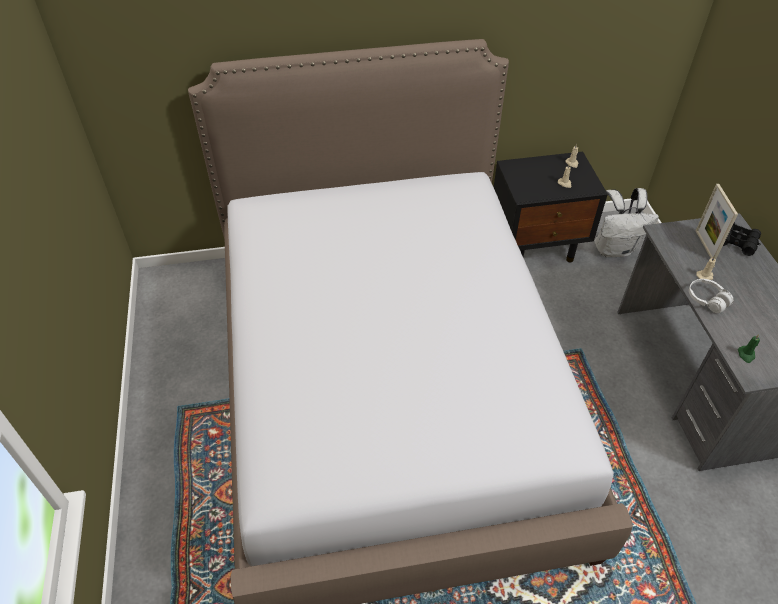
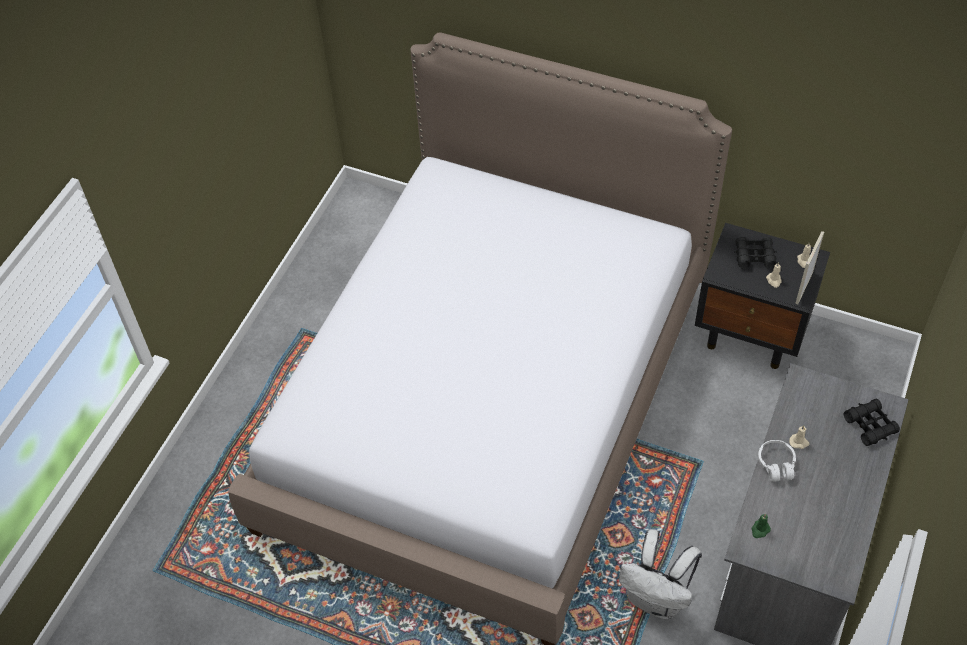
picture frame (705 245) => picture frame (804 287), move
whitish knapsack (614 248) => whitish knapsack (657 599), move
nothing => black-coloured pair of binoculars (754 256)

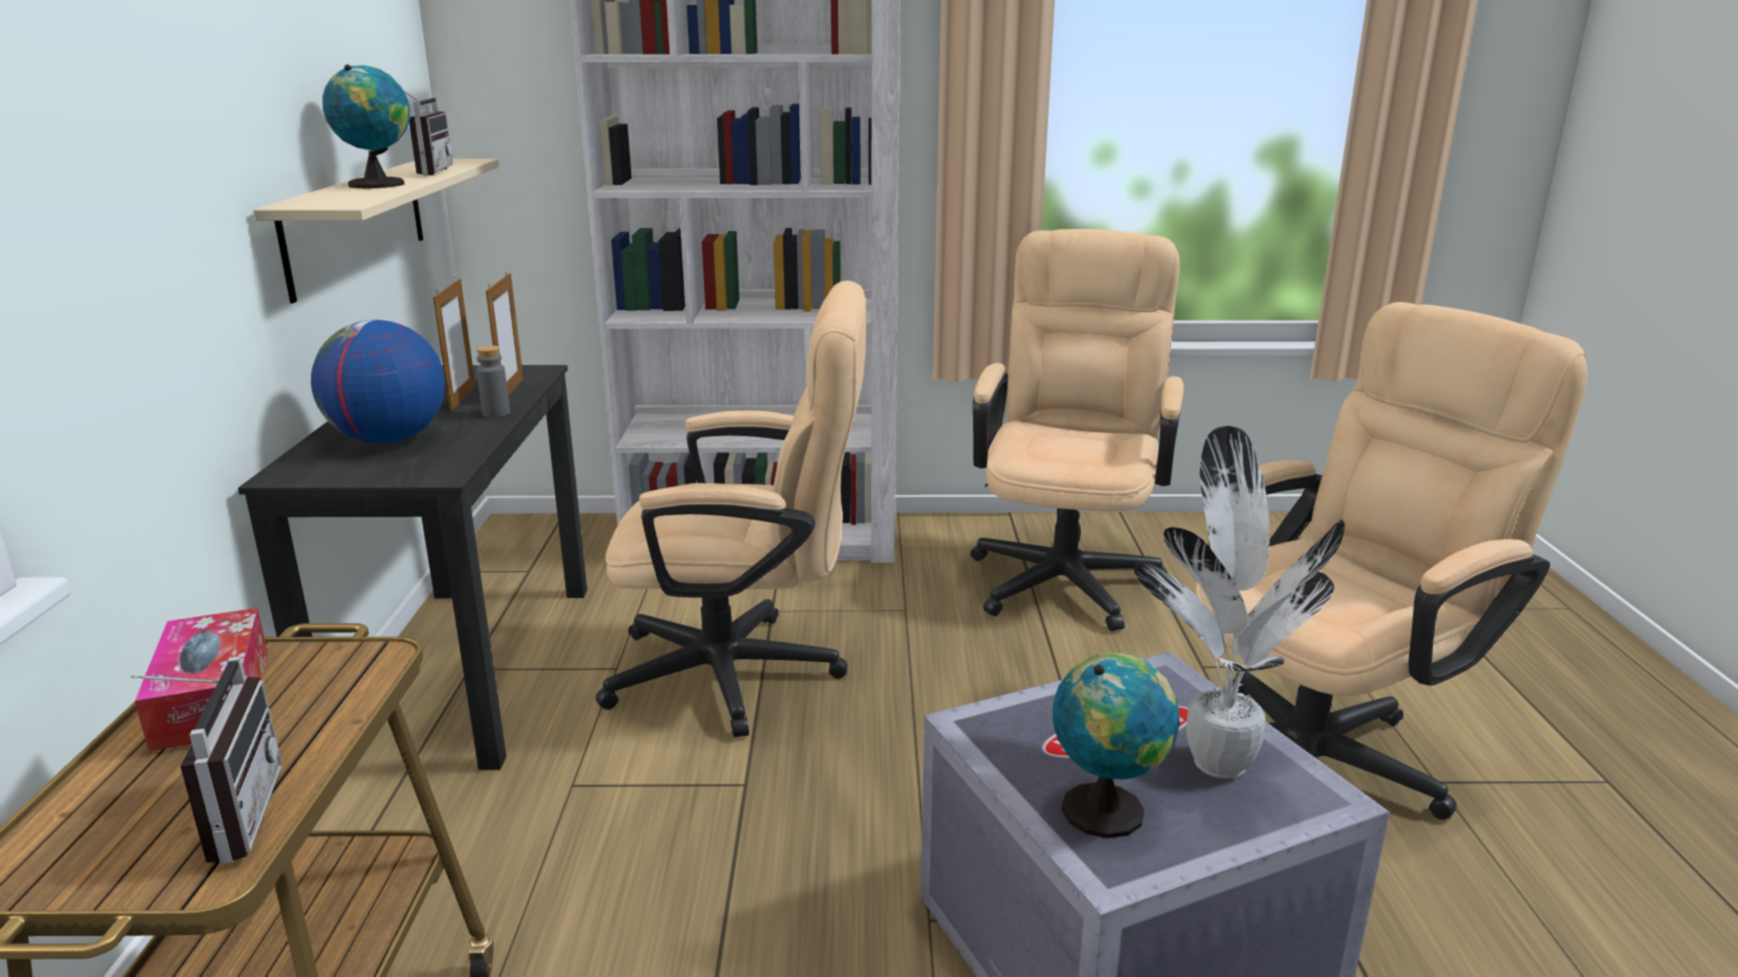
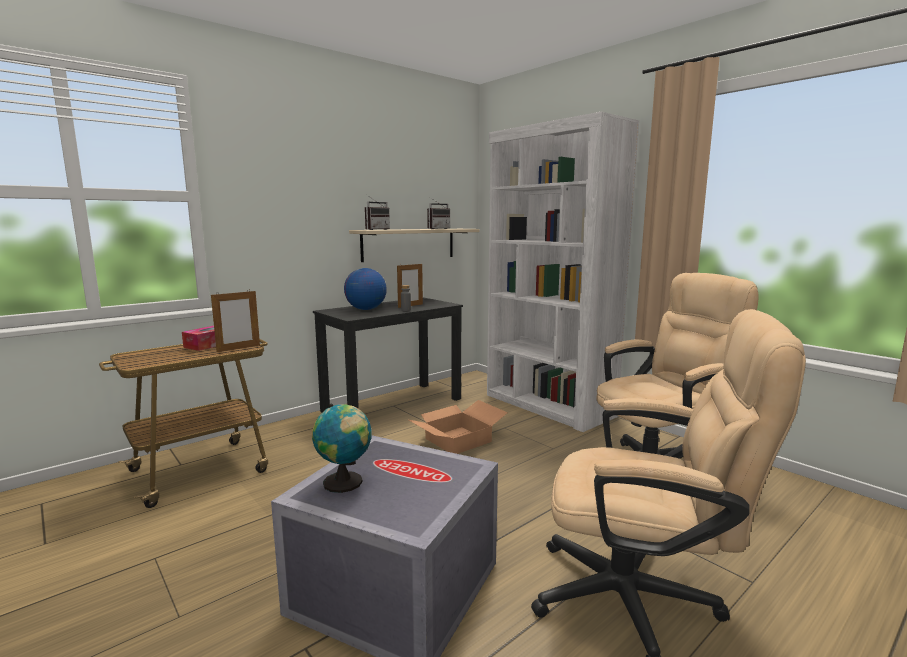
desk globe (379 184) => nothing
picture frame (511 390) => picture frame (238 348), move
sand-coloured computer chair (747 674) => cardboard box (458 441)
houseplant (1218 760) => nothing
radio (226 817) => radio (375 229), move

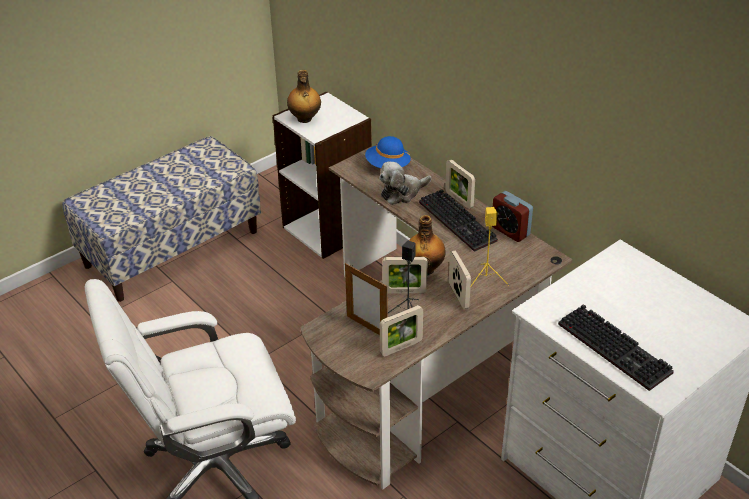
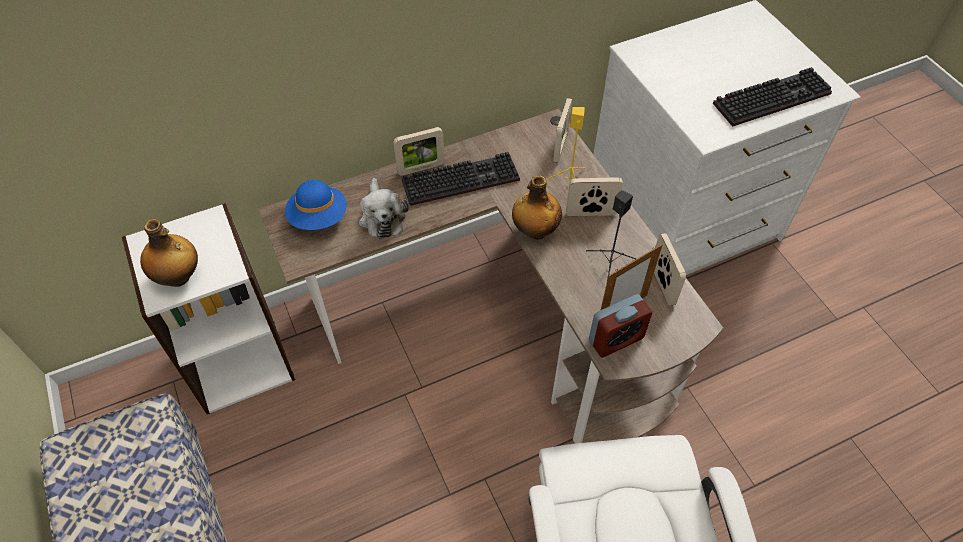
bedside clock (510 231) => bedside clock (616 339), move
picture frame (404 291) => picture frame (560 147), move

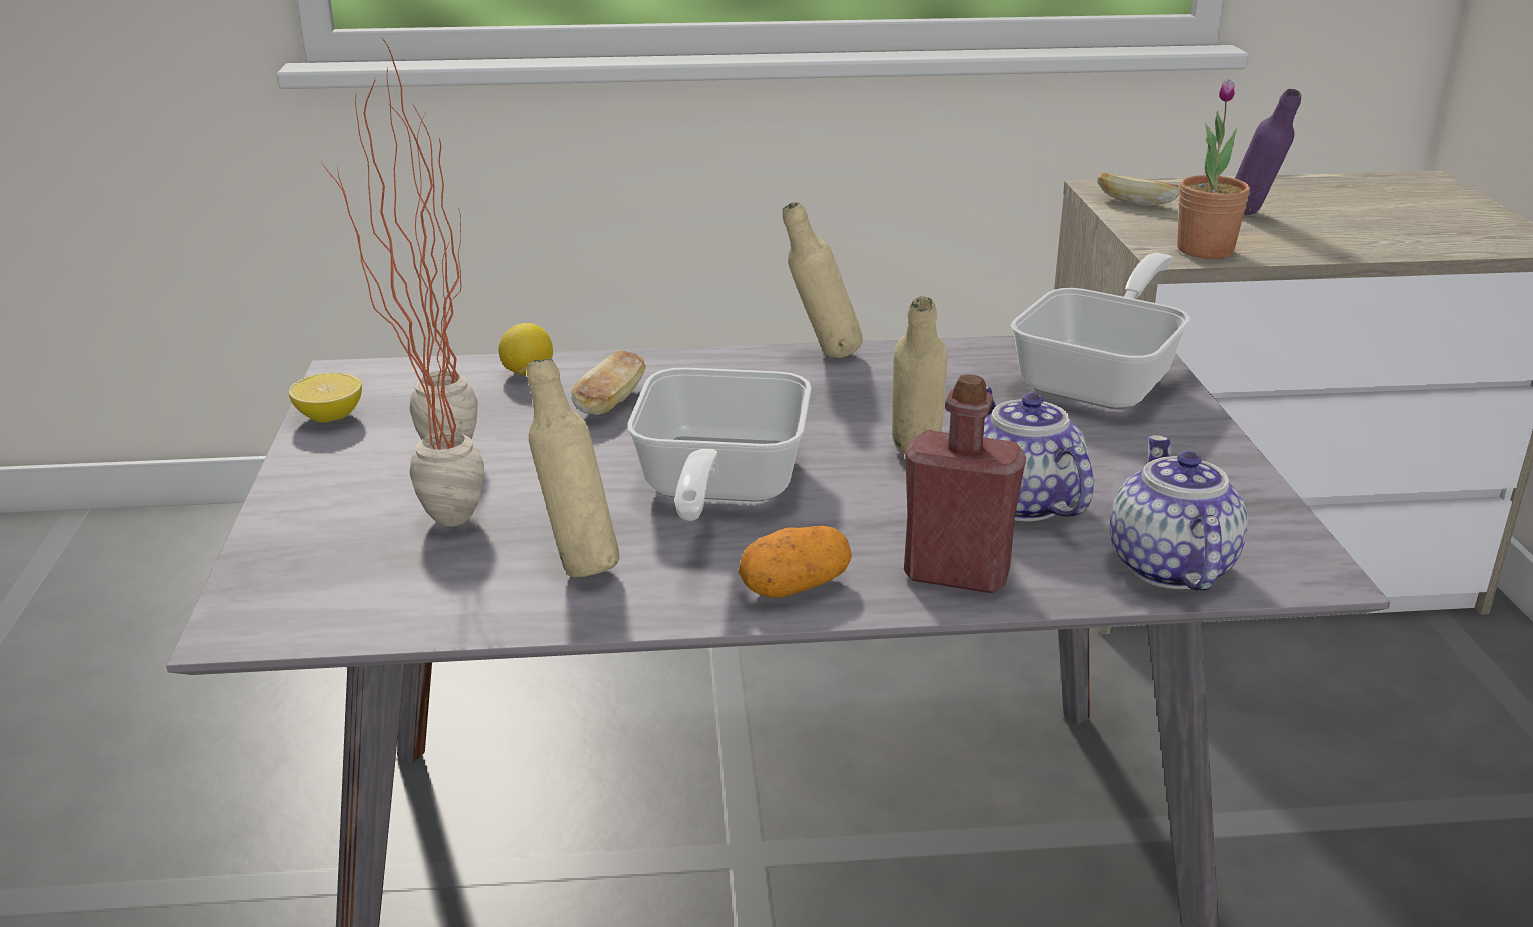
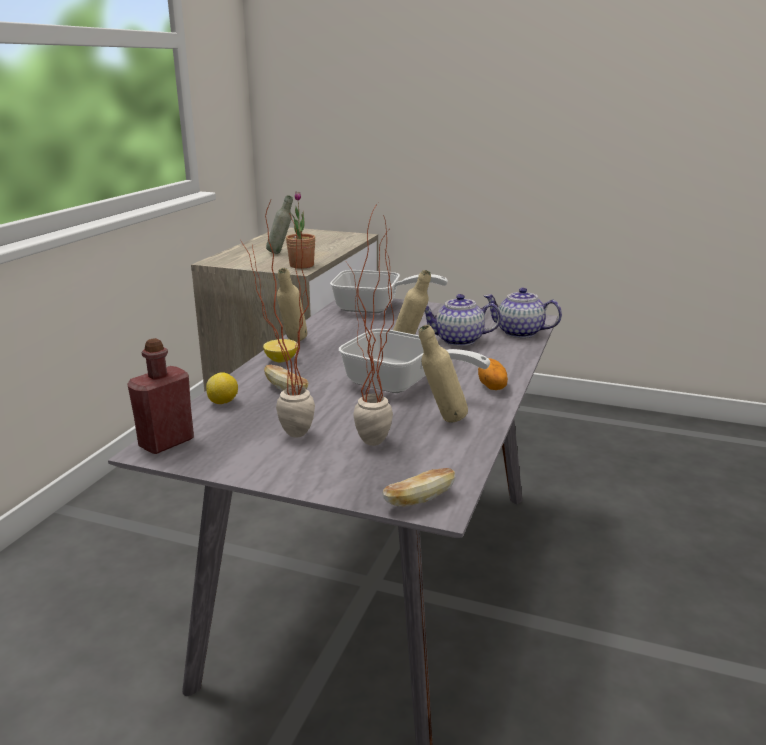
purplish beverage bottle (1253 216) => greyish beverage bottle (281 253)
bakery bread (1136 203) => bakery bread (419 500), move
pan (1104 378) => pan (375 308), 135 degrees clockwise
whole lemon (330 417) => whole lemon (281 360), move
red beverage bottle (956 574) => red beverage bottle (166 442), move

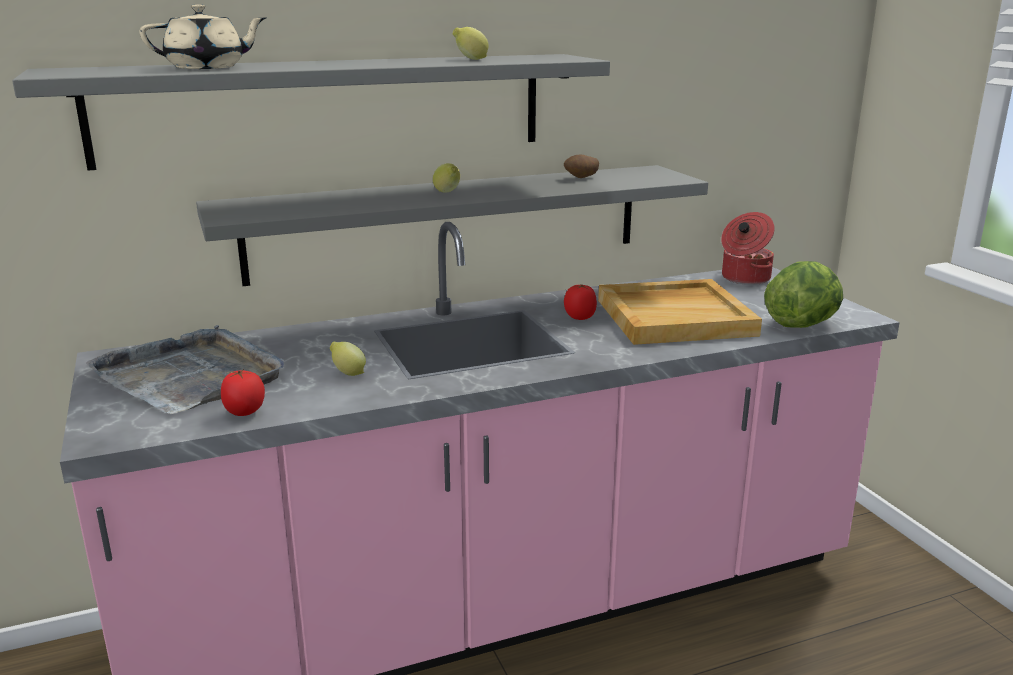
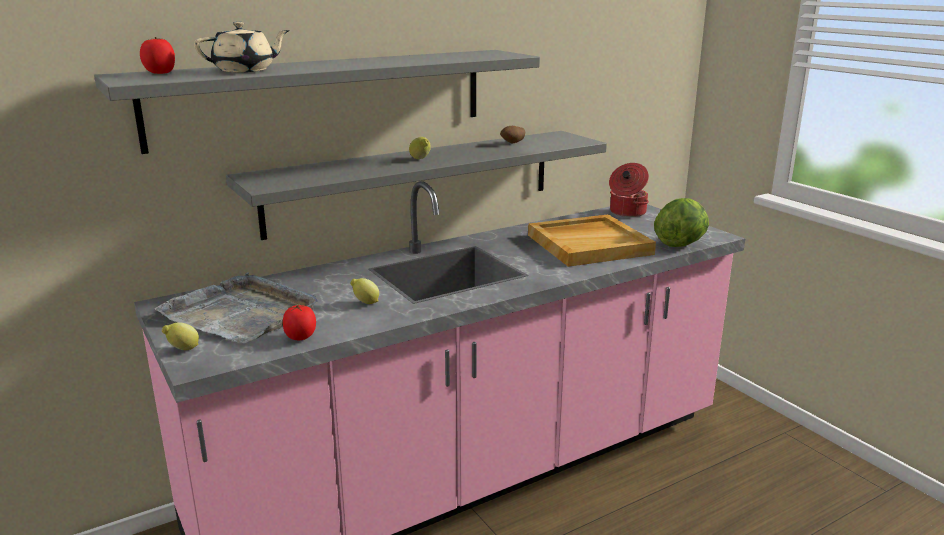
whole lemon (470 59) => whole lemon (182 349), move
fresh tomato (580 317) => fresh tomato (160 73), move

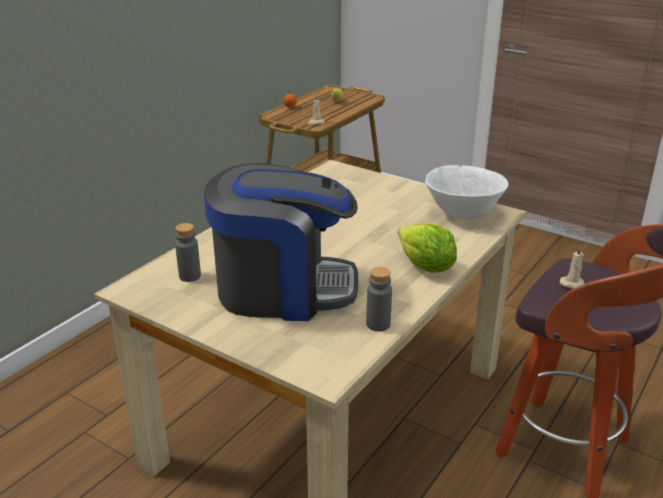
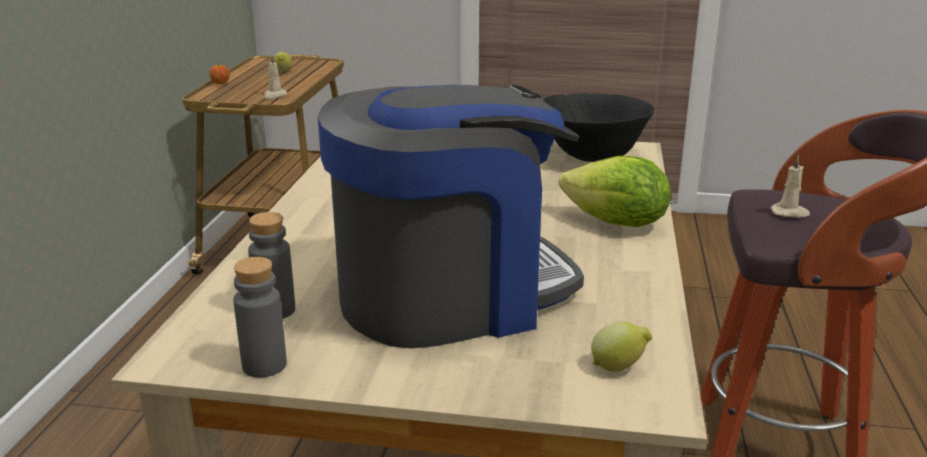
whitish deep dish (463 214) => black-coloured deep dish (592 158)
greyish beverage bottle (378 324) => greyish beverage bottle (264 365), move
nothing => whole lemon (618 368)

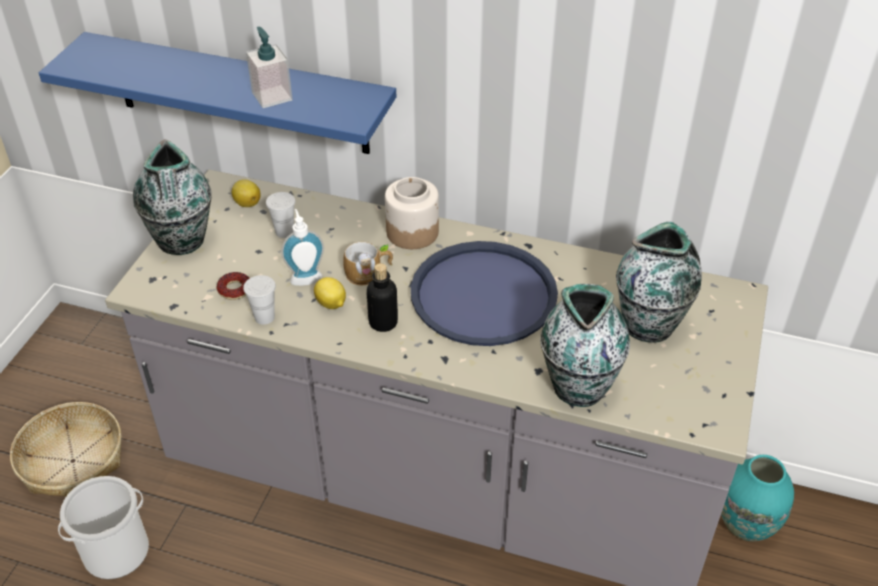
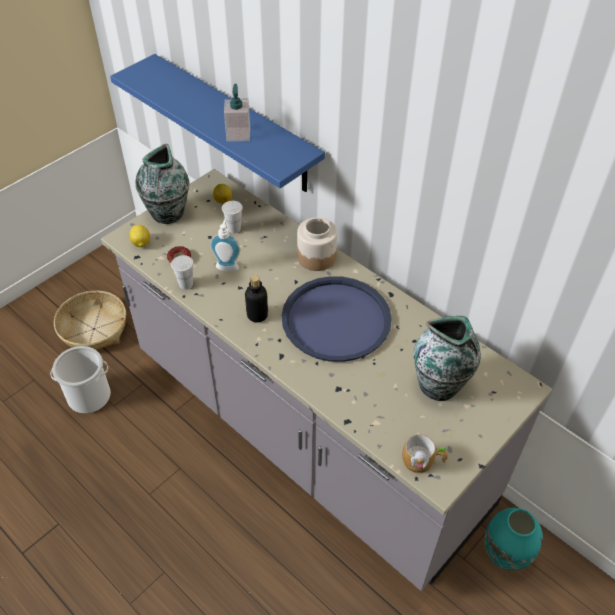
coffee mug (369 273) => coffee mug (423 461), move
whole lemon (331 304) => whole lemon (141 243), move
decorative vase (579 385) => nothing

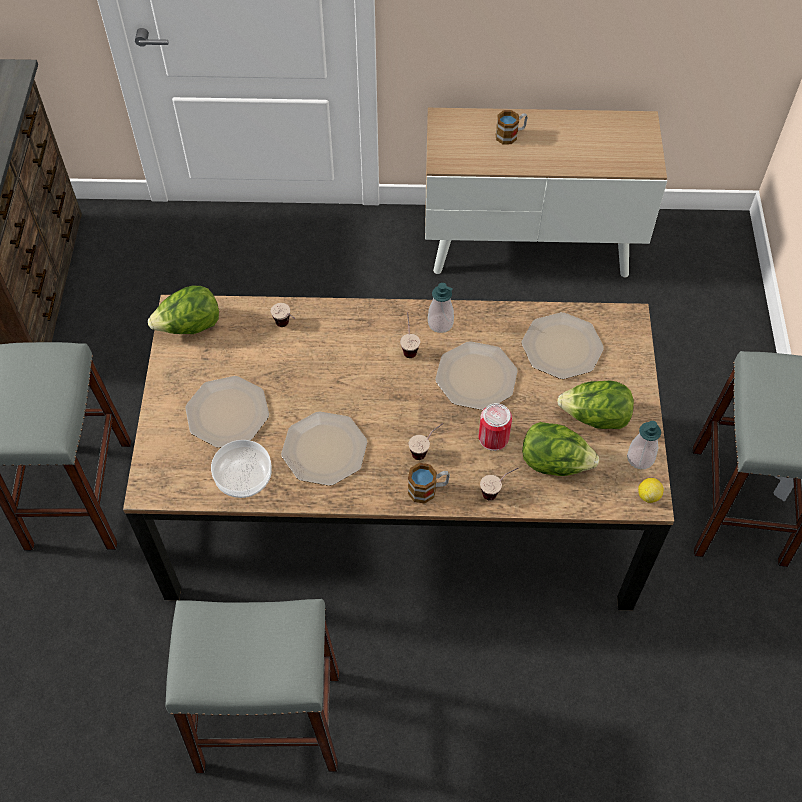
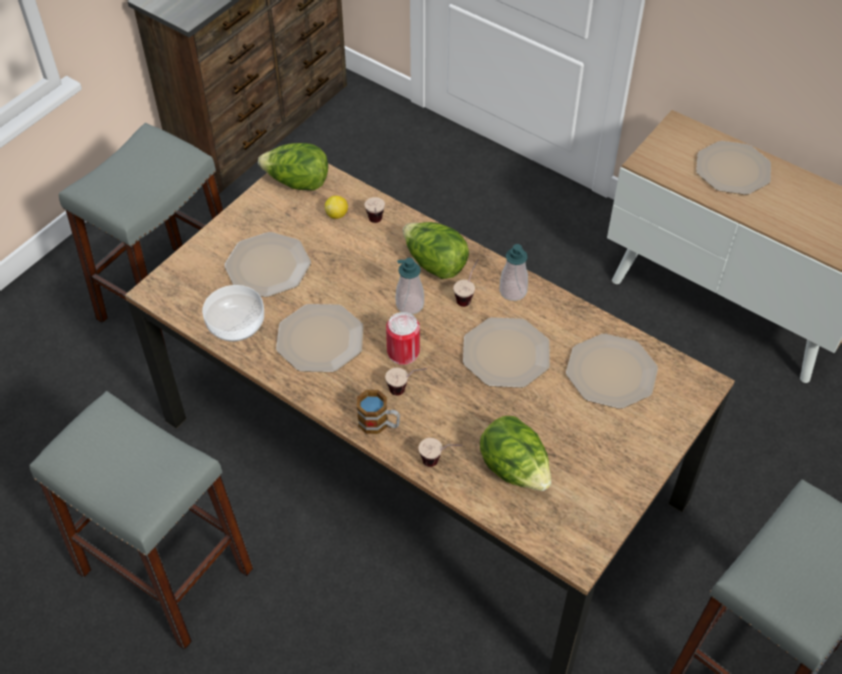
coffee mug (510 135) => flat dish (733 169)
head of lettuce (594 418) => head of lettuce (434 264), move
can (493 438) => can (403 352), move
soap bottle (640 458) => soap bottle (409 304), move
whole lemon (648 495) => whole lemon (337 214), move

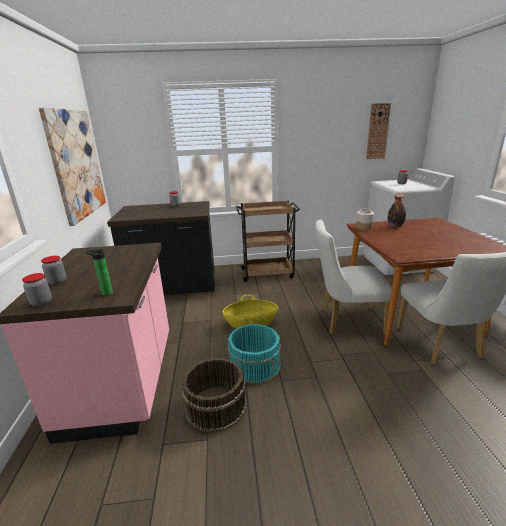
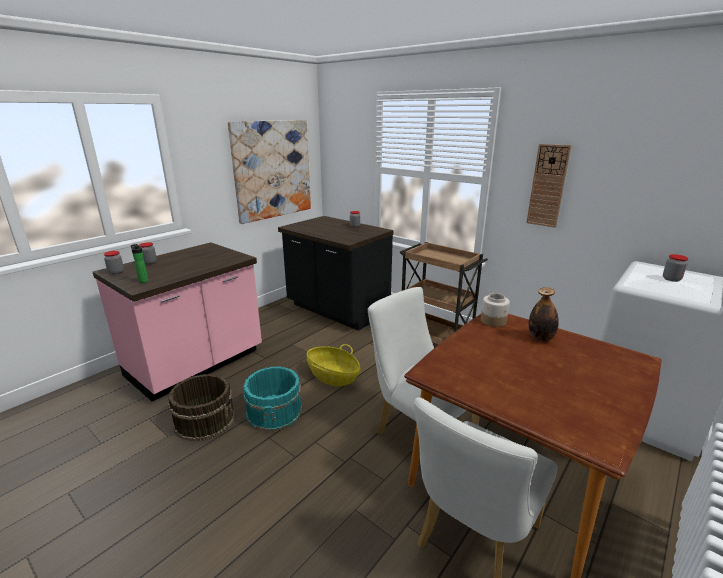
clock on the wall (378 131) => clock on the wall (548 186), move

